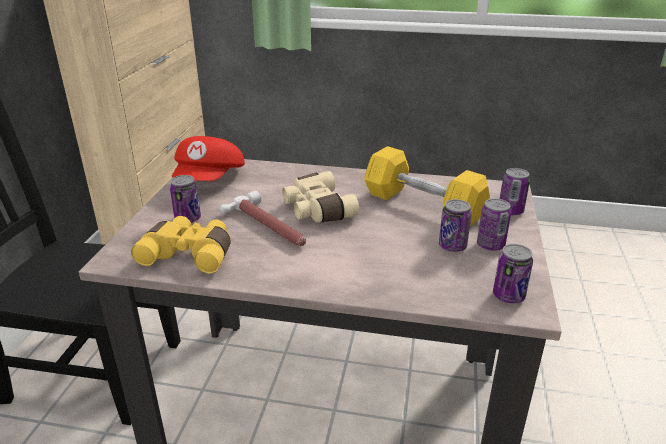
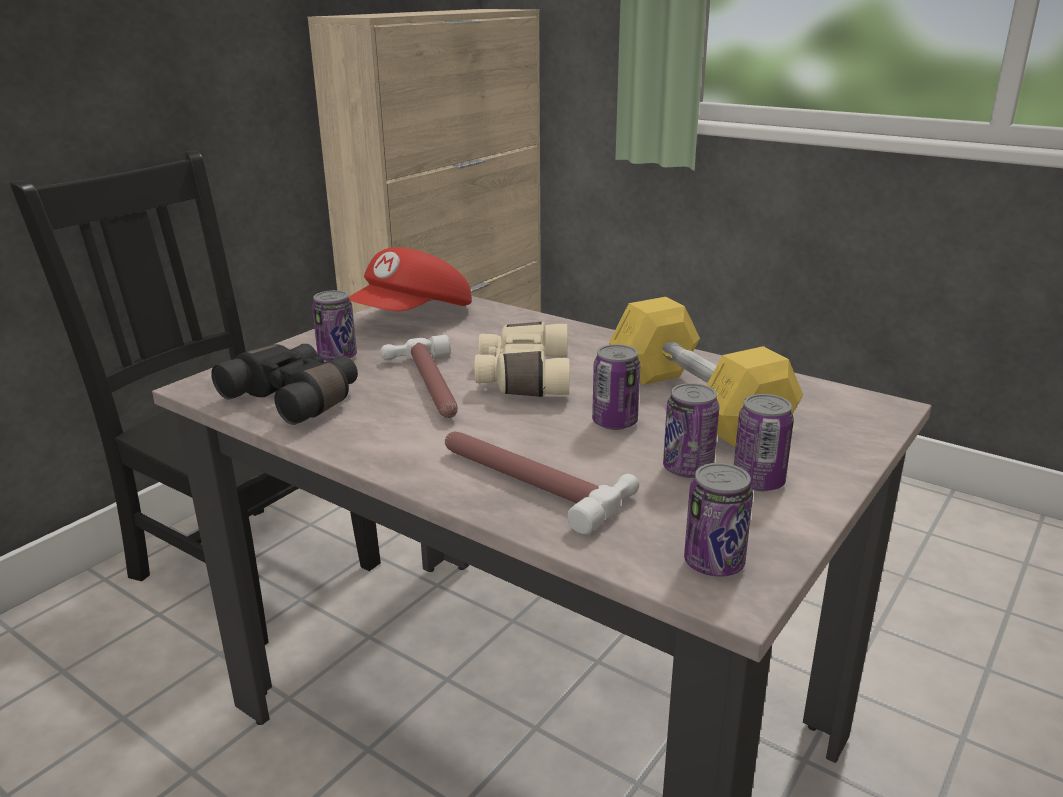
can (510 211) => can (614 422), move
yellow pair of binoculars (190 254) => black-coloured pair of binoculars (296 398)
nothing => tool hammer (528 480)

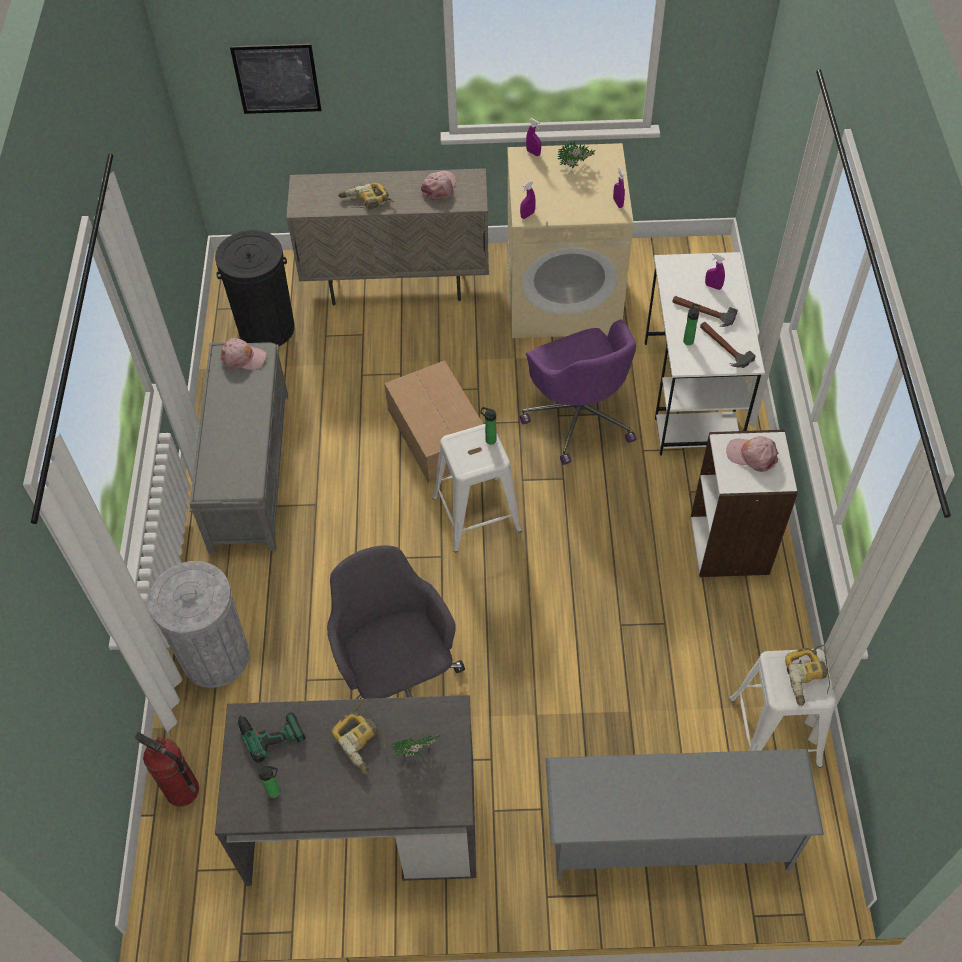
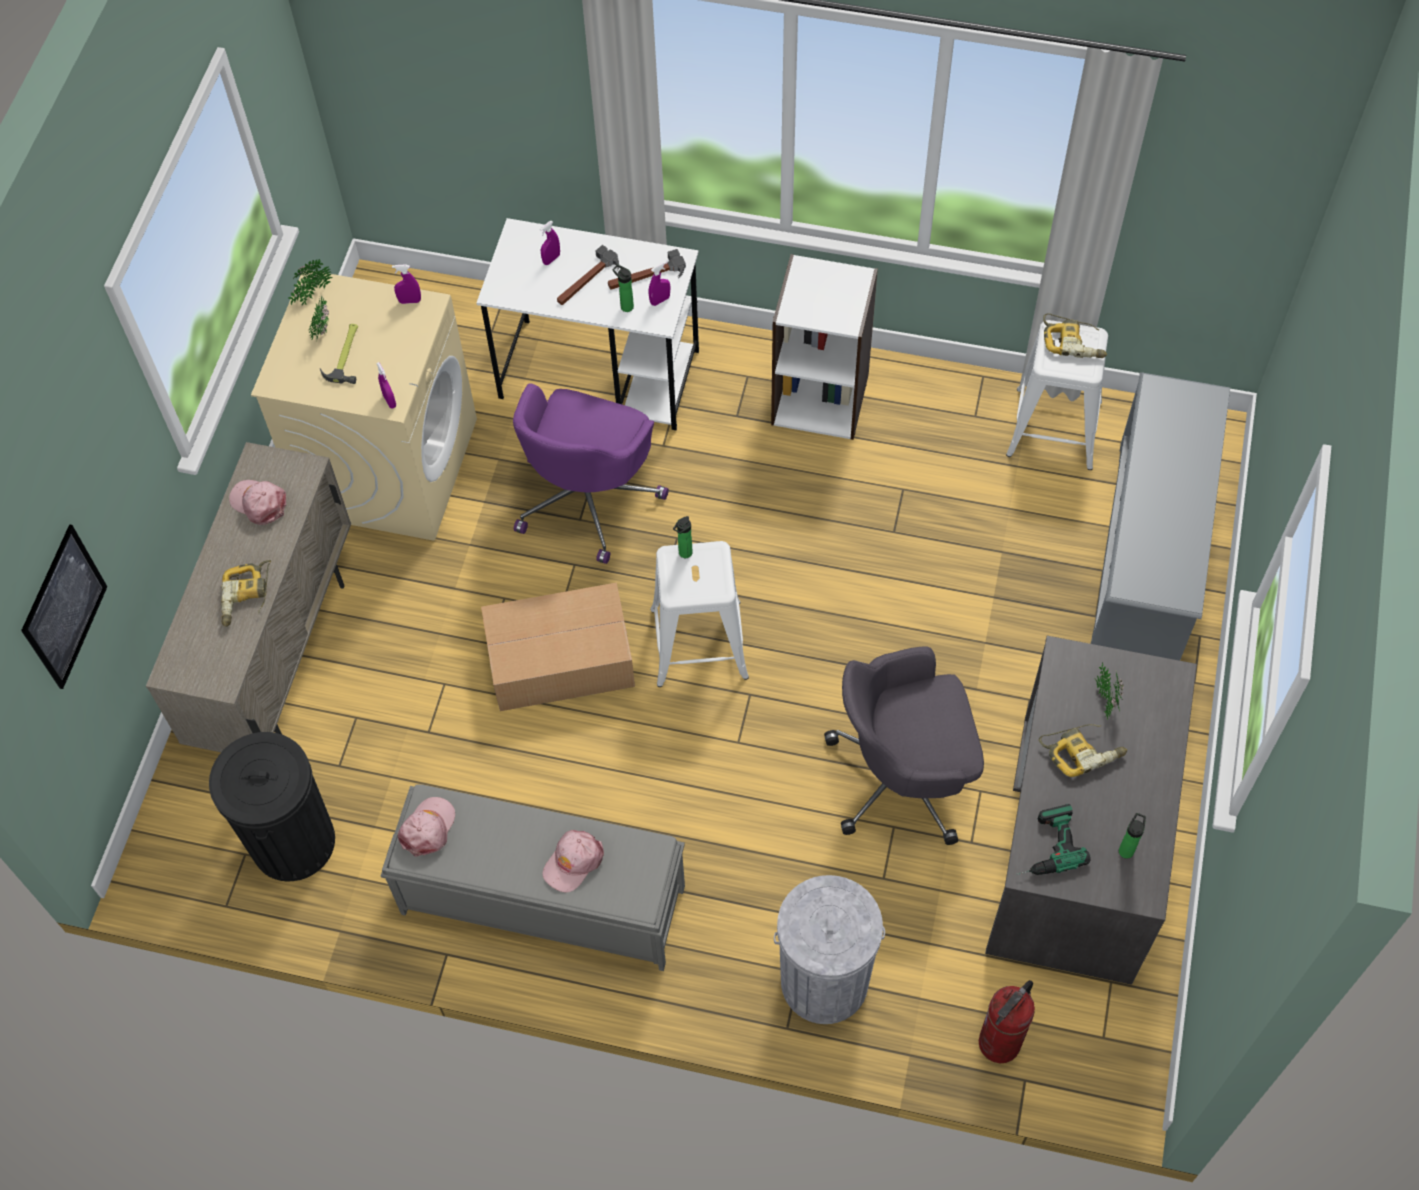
purplish spray bottle (533 153) => purplish spray bottle (660 300), move
purplish computer chair (579 416) => purplish computer chair (588 497), 120 degrees clockwise
pink-coloured baseball cap (752 455) => pink-coloured baseball cap (573 862), move
nothing => houseplant (311 296)
nothing => tool hammer (345 354)

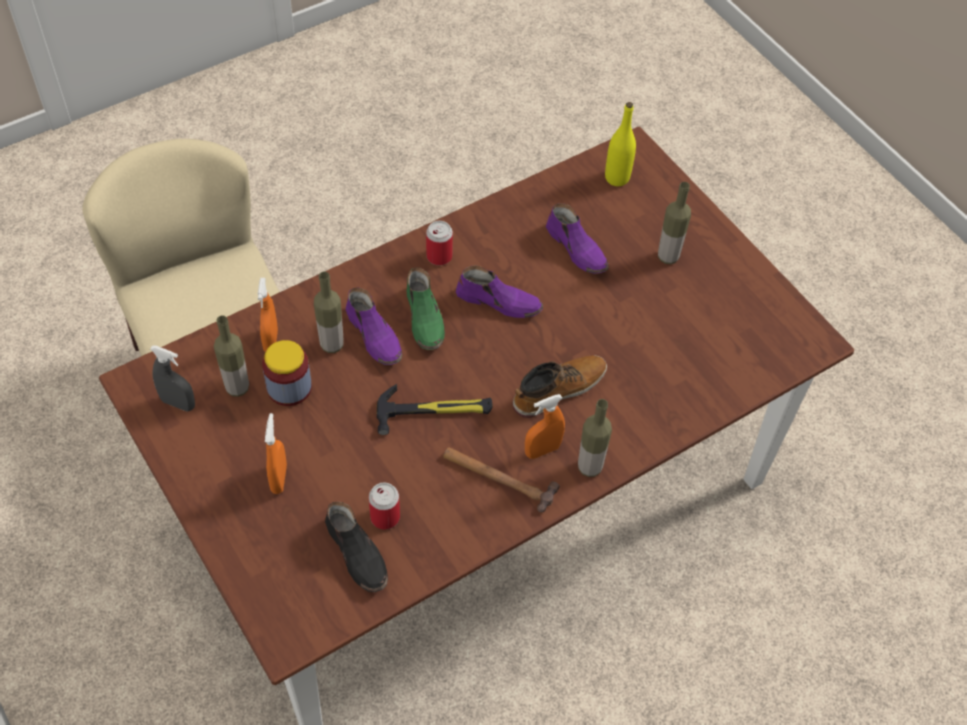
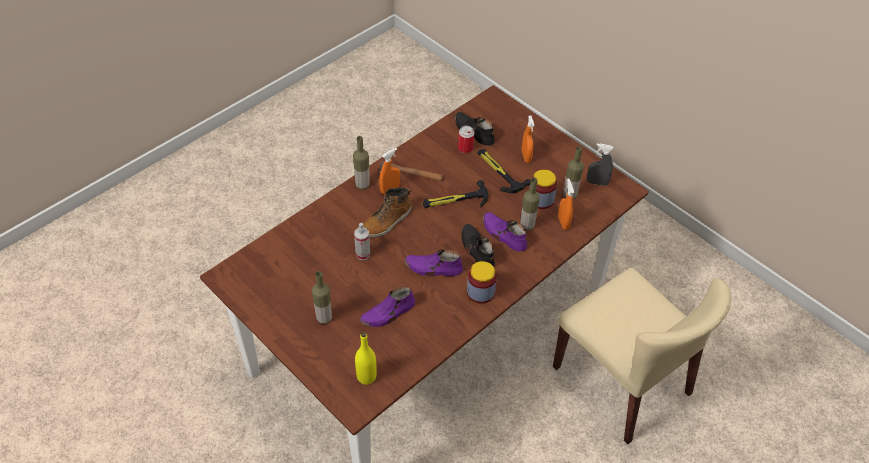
purplish item of footwear (577 249) => purplish item of footwear (388 313), 75 degrees counterclockwise
can (439 256) => preserve jar (480 292)
green-coloured item of footwear (425 319) => black-coloured item of footwear (476 250)
nothing => tool hammer (499 172)
nothing => spray bottle (363 254)

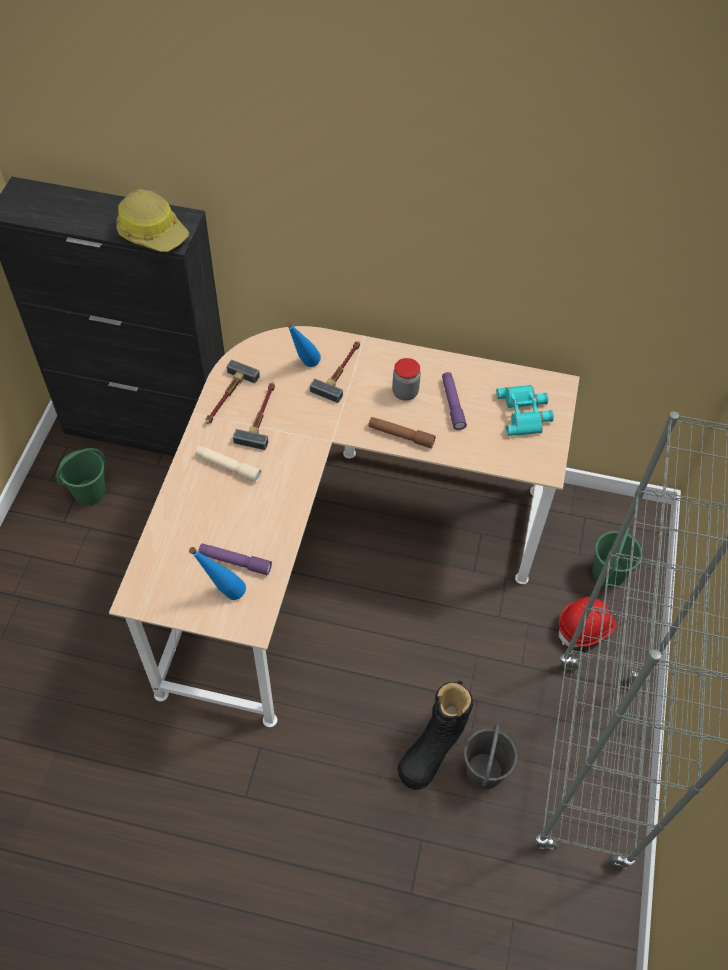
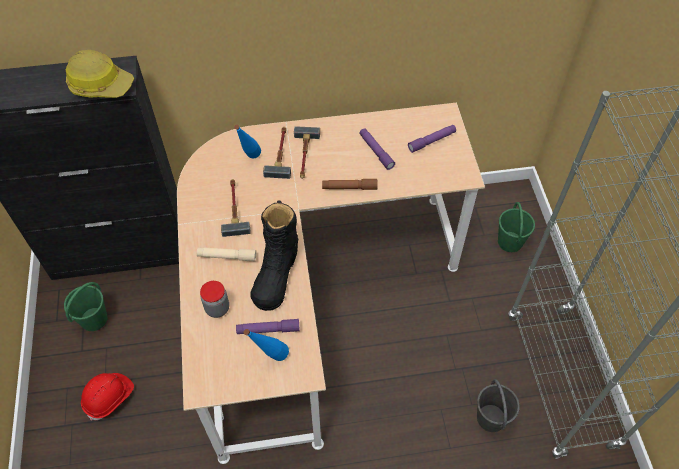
preserve jar (405 392) => preserve jar (217 308), move
tool hammer (227 398) => tool hammer (304 156), move
blue-green pair of binoculars (525 413) => purplish hand torch (431 141)
red hard hat (585 627) => red hard hat (109 398), move
black-coloured boot (433 747) => black-coloured boot (276 272), move

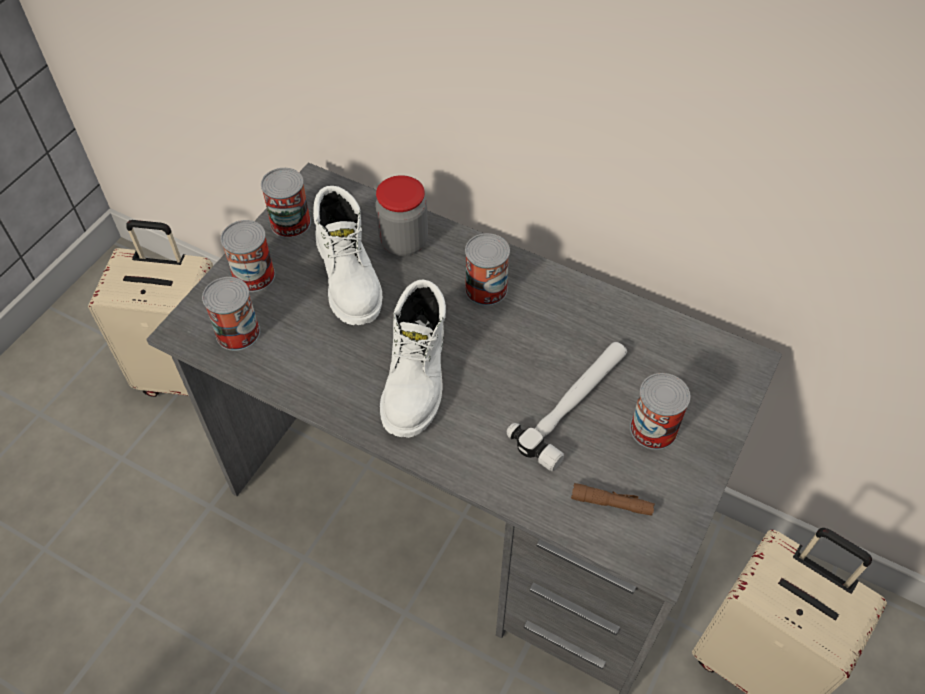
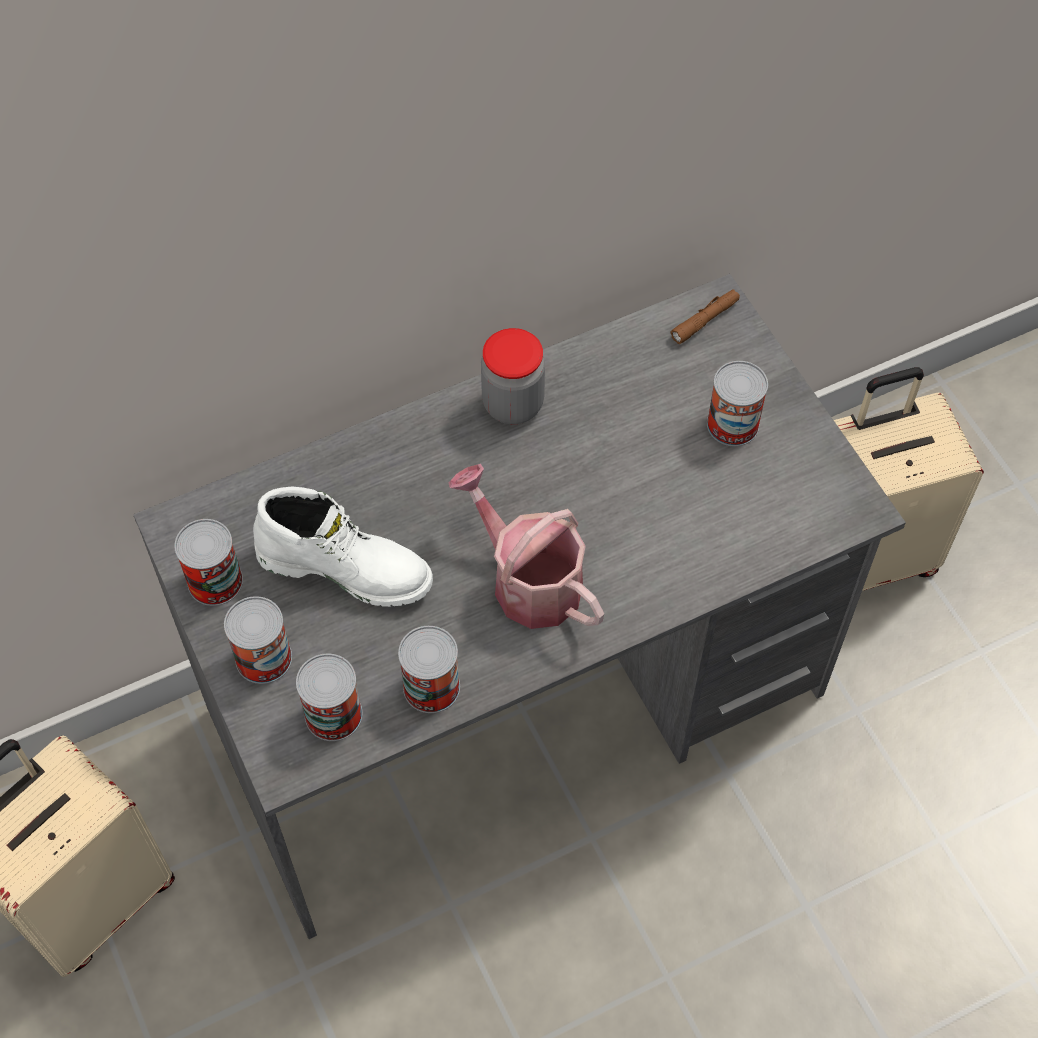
preserve jar (404 242) => preserve jar (513 404), move
can (486 289) => can (431 687), move
whitish boot (417 378) => sprinkling can (528 580)
tool hammer (575 403) => nothing
brownish hand torch (611 503) => brownish hand torch (704 320), move

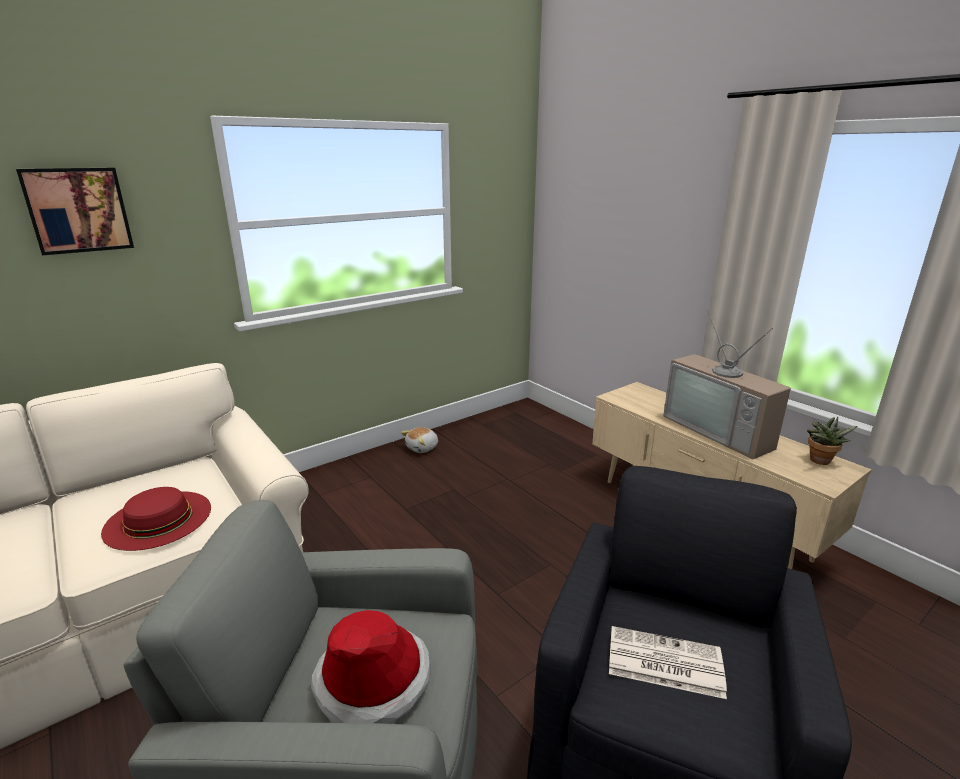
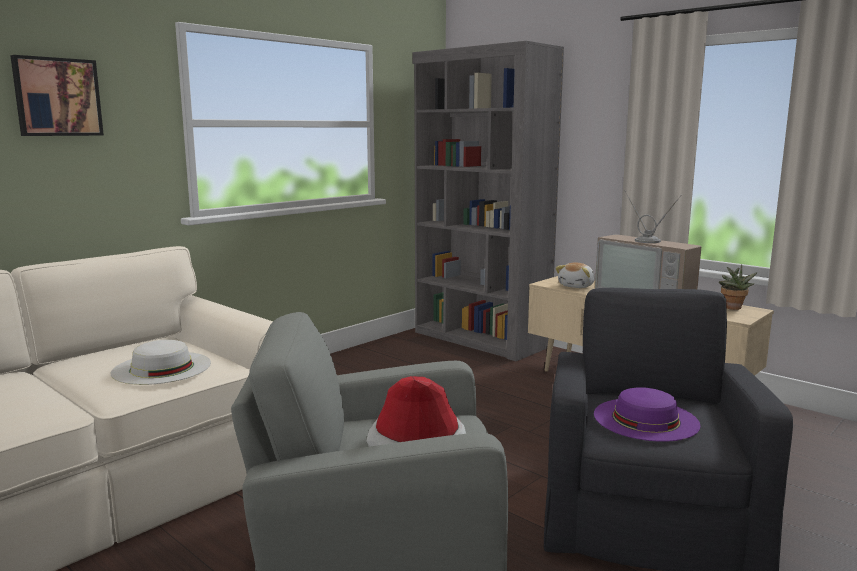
cuddly toy (422 448) => cuddly toy (577 286), move
red wearable hat (158 519) => whitish wearable hat (162 368)
printed paper (663 662) => purplish wearable hat (645 419)
nothing => greyish shelving unit (480 339)

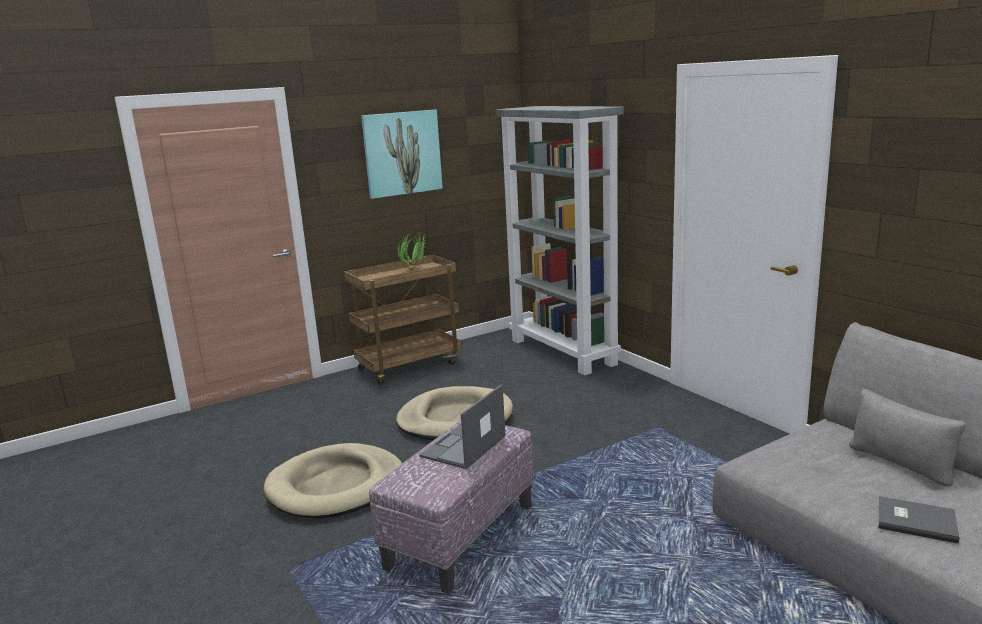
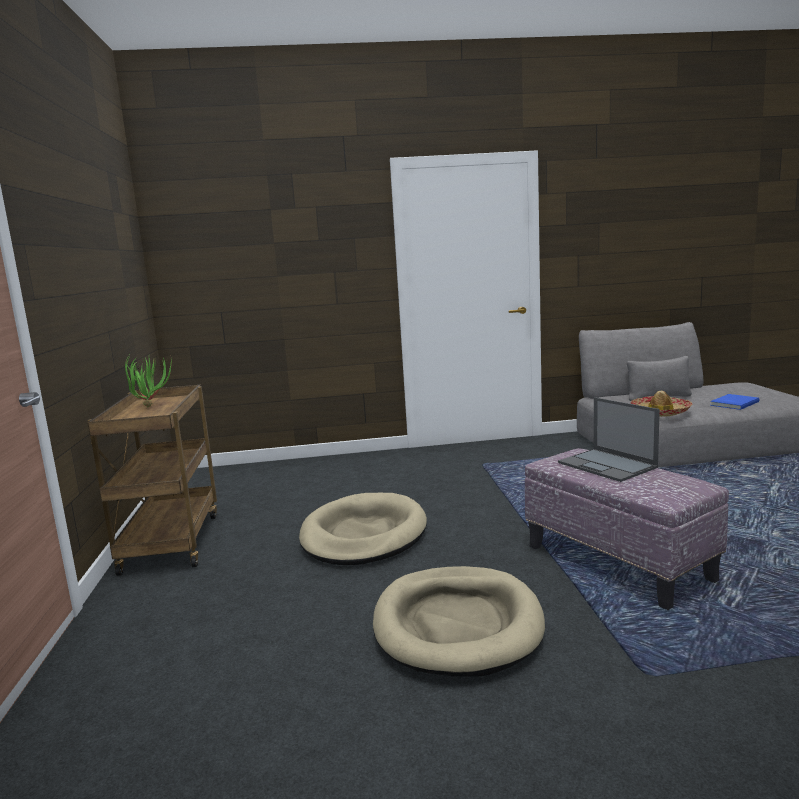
greyish shelving unit (563 352) => nothing
picture (402 153) => nothing
greyish bound book (914 520) => blue bound book (733 403)
nothing => wearable hat (660 412)

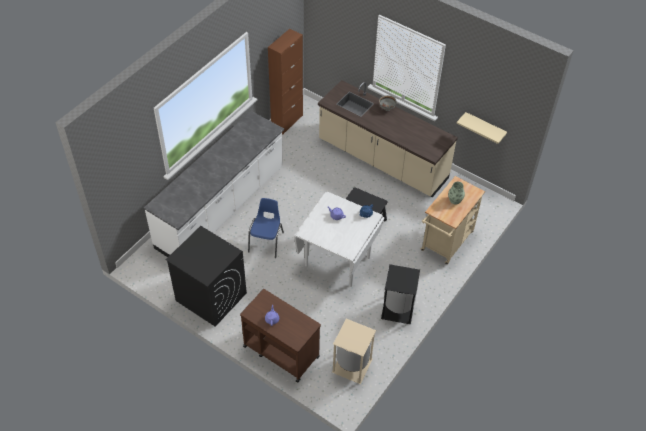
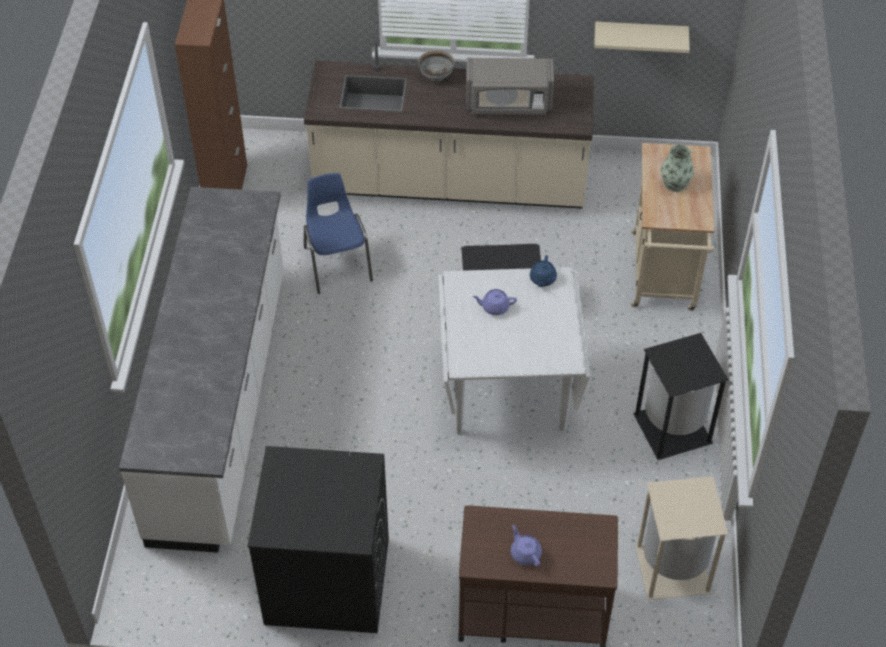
blue chair (267 242) => blue chair (337 263), move
nothing => greyish microwave (508 103)

